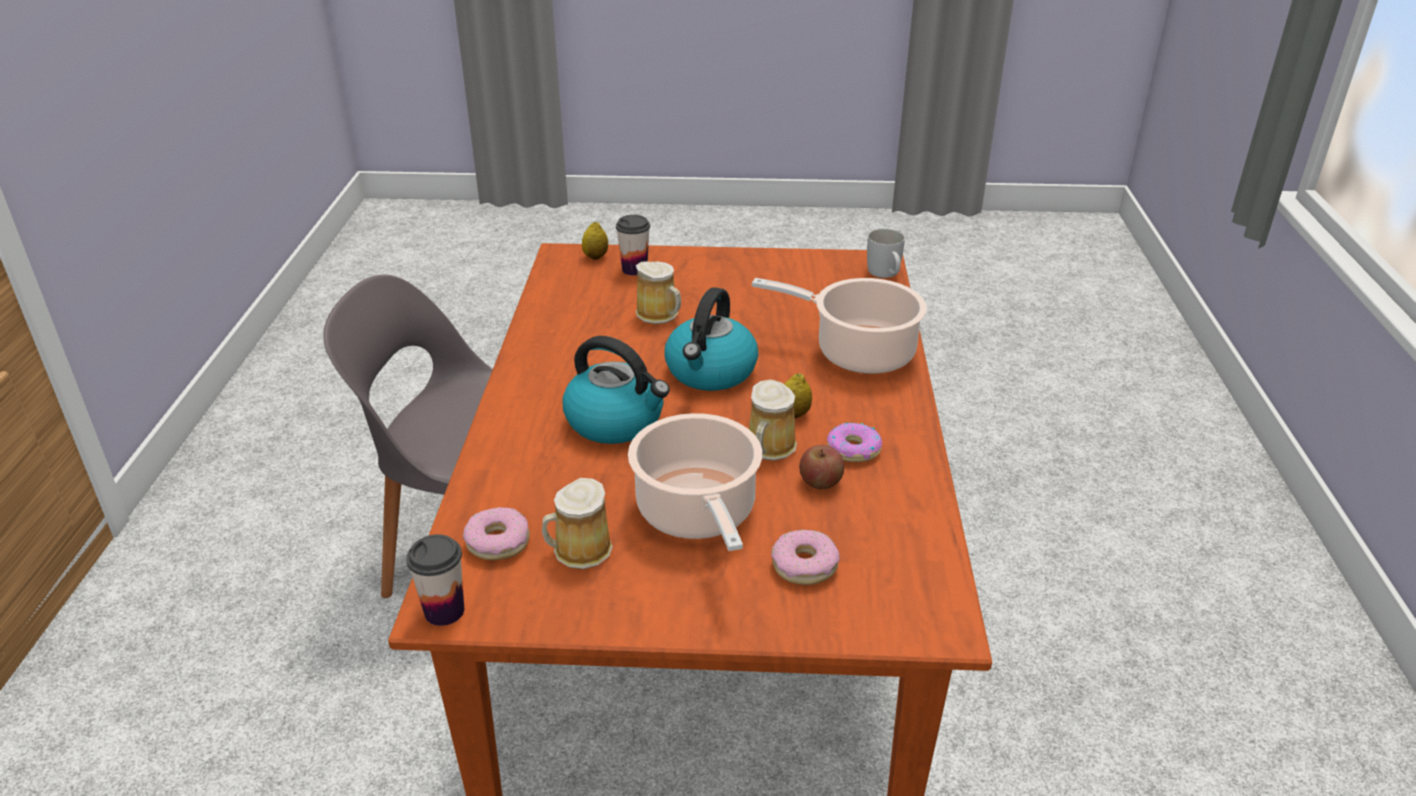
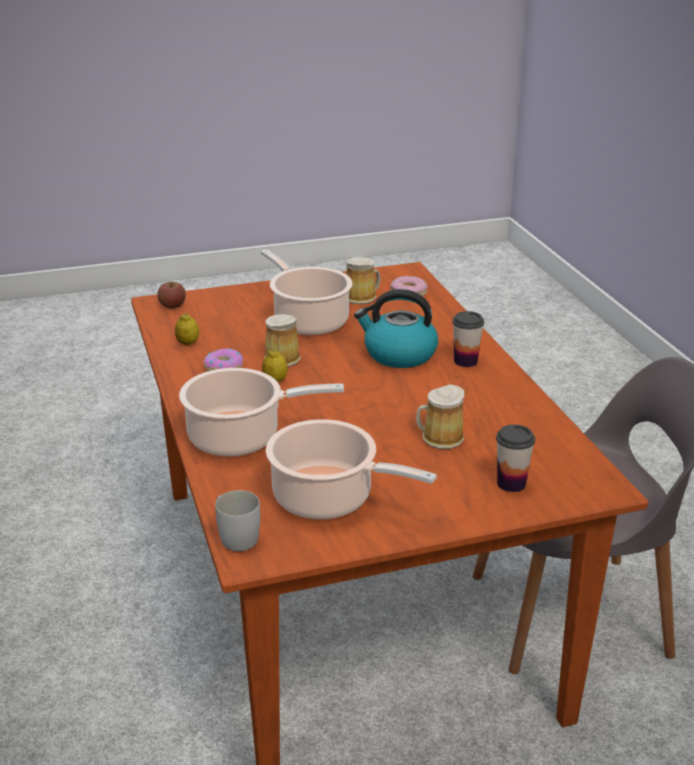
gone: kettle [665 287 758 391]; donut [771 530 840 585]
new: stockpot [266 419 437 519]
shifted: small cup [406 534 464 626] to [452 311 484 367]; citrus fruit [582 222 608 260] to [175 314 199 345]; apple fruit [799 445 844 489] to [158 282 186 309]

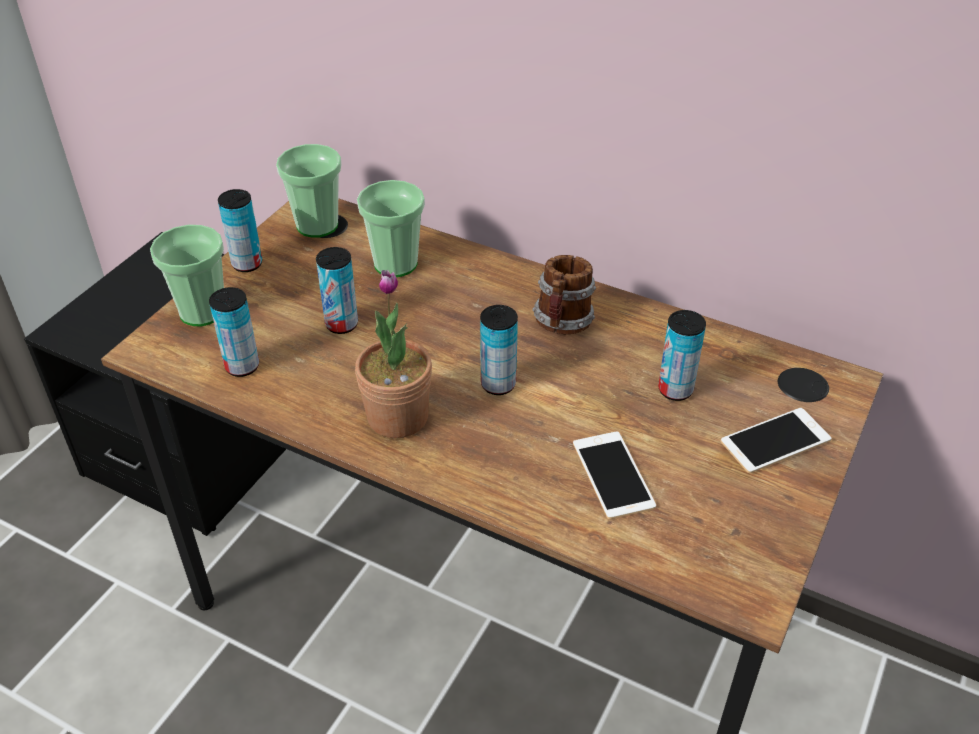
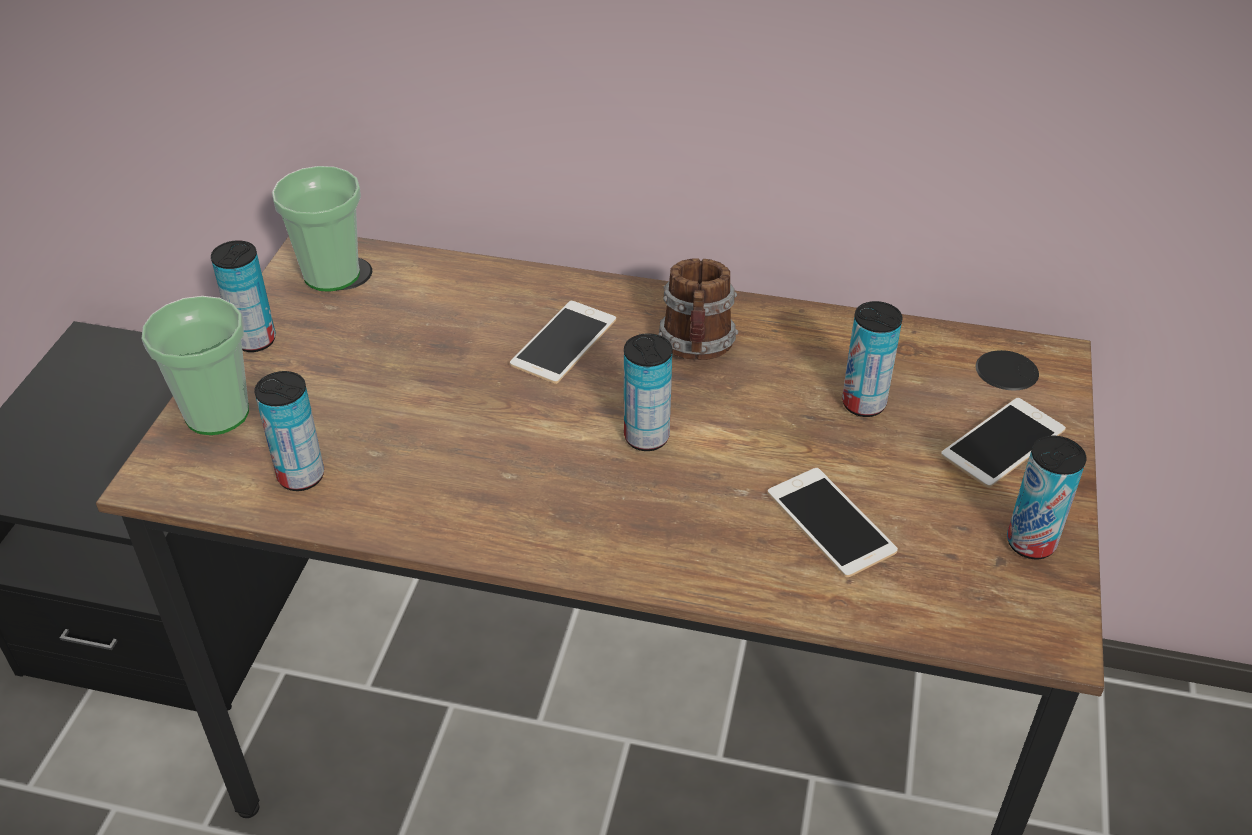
gone: houseplant [355 270 432 438]; small cup [357 180 425 277]
new: phone [510 301 616 384]
shifted: sealed can [316 247 358 334] to [1007 435 1087 559]

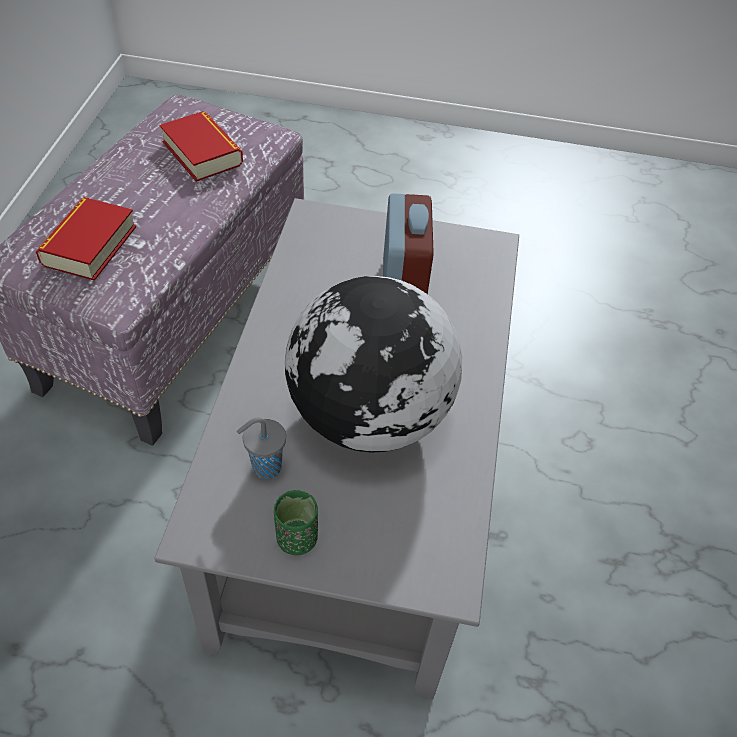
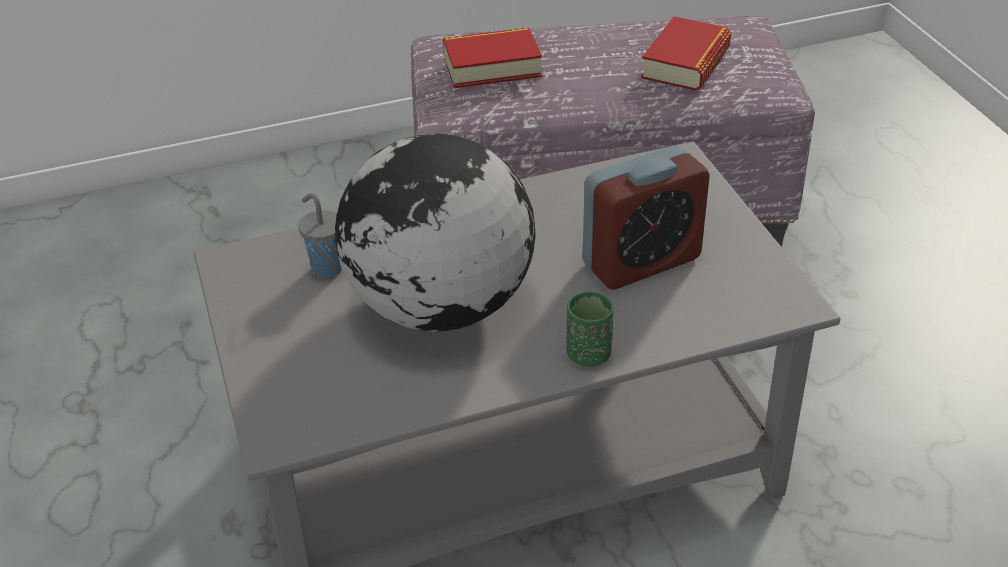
shifted: small cup in green [274 490 318 555] to [566 291 614 366]

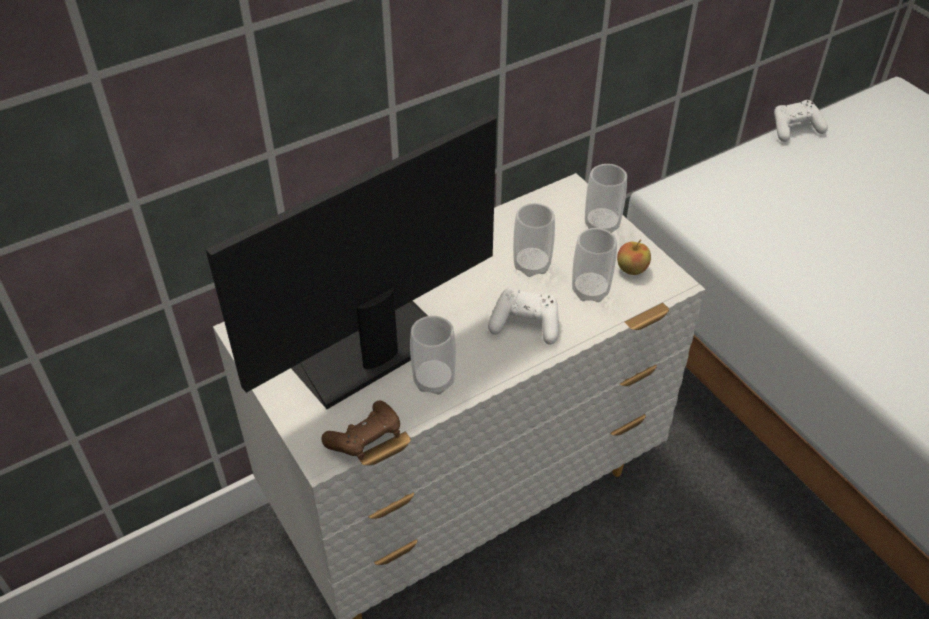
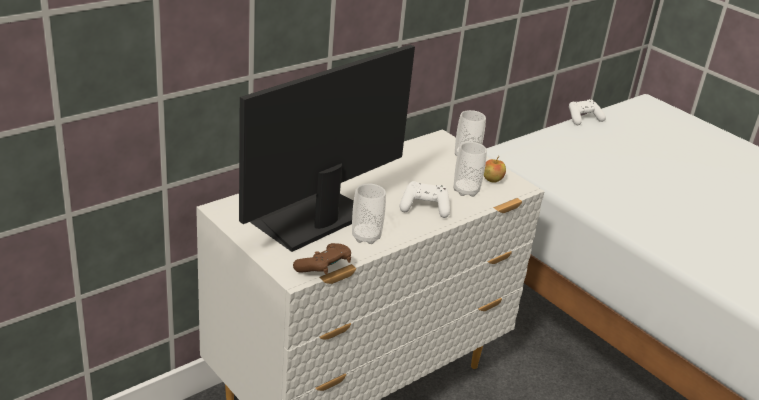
gone: small cup [513 203 555 277]

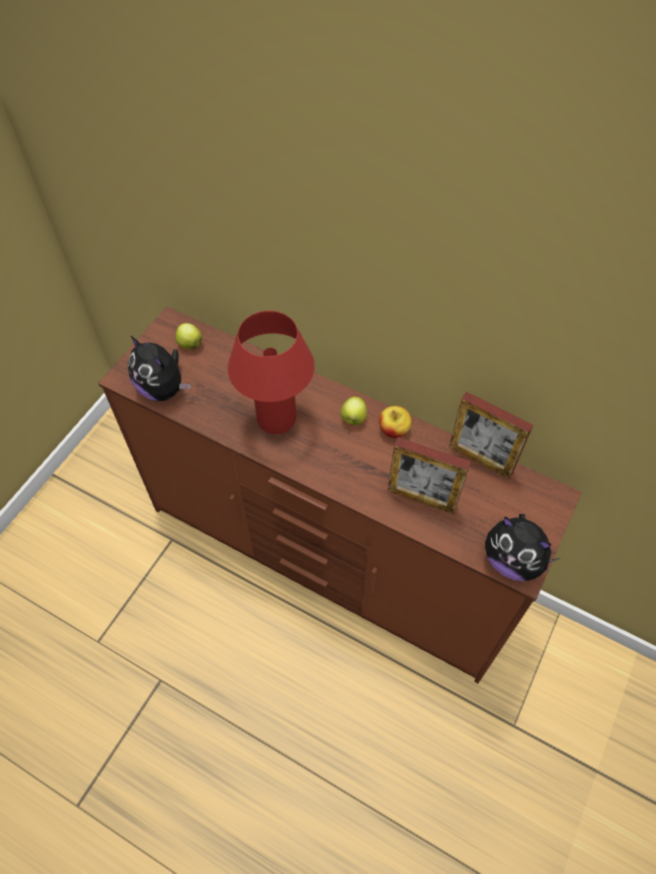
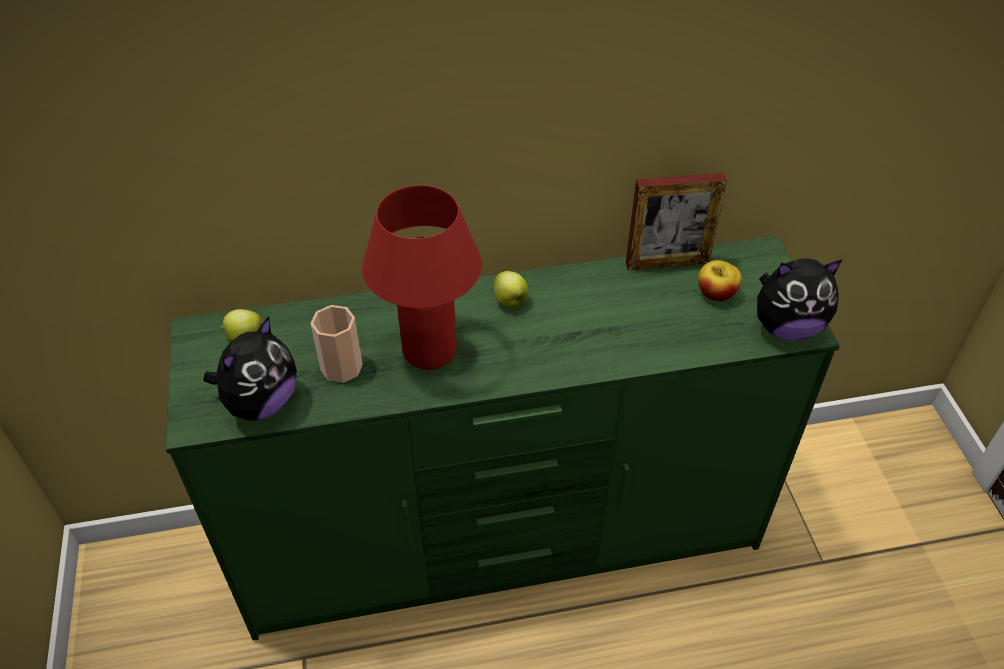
gone: picture frame [388 437 471 514]
new: small cup [310 305 363 383]
shifted: apple fruit [379 406 412 438] to [698 260 742 301]
repainted: chest of drawers in brown-coloured [98 306 582 684] to chest of drawers in green [165 236 840 640]
rotated: plush toy [128 336 191 401] = [204 316 297 421] 60 degrees counterclockwise

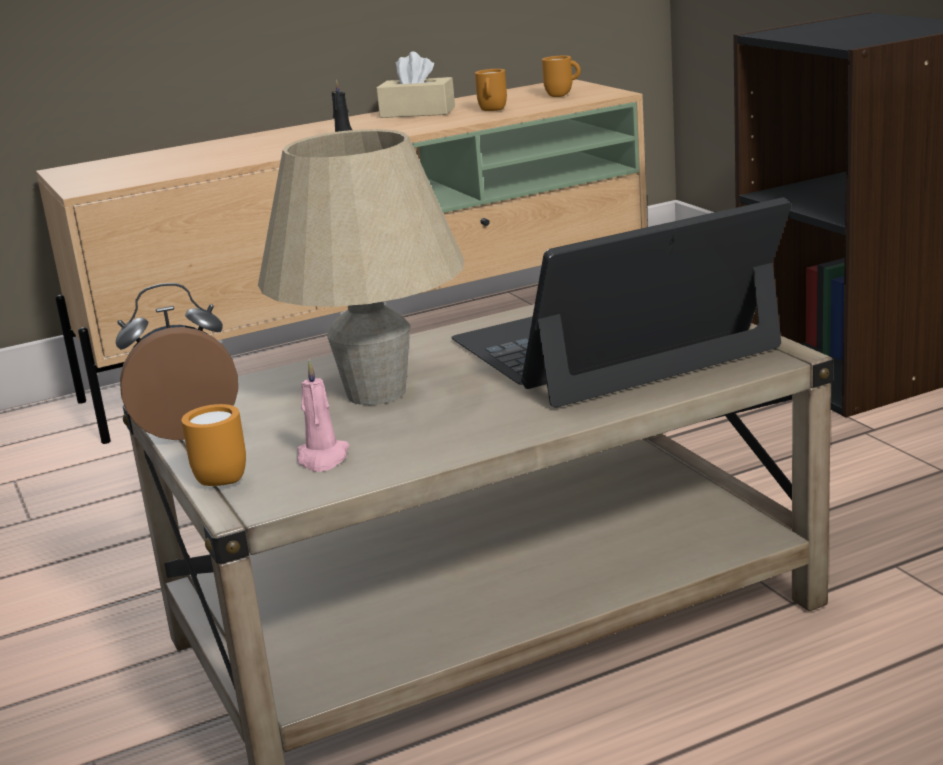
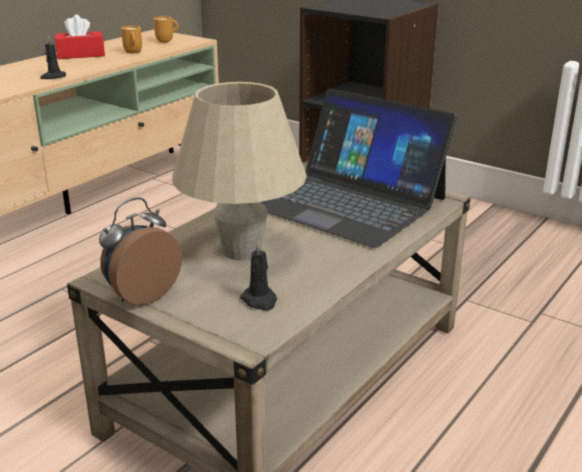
gone: coffee mug in orangey [181 404 246 486]
repainted: wax candle in pink-coloured [297 360 349 472] to wax candle in black-coloured [240 240 277 311]; tissue box in beige-coloured [376 52 455 118] to tissue box in reddish [55 15 105 59]
rotated: portable computer [452 197 791 408] = [261 88 457 248] 90 degrees counterclockwise

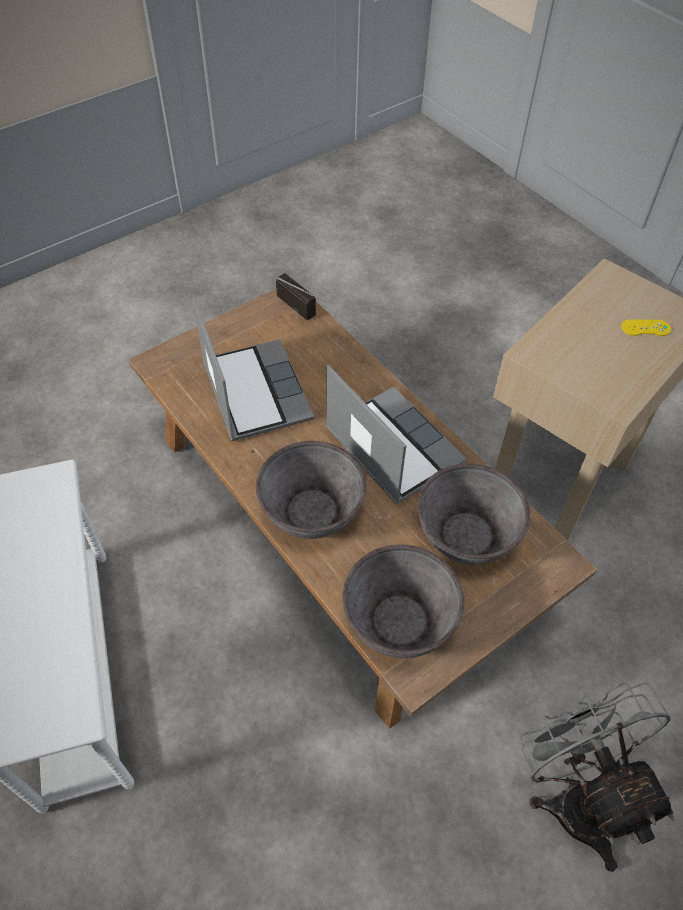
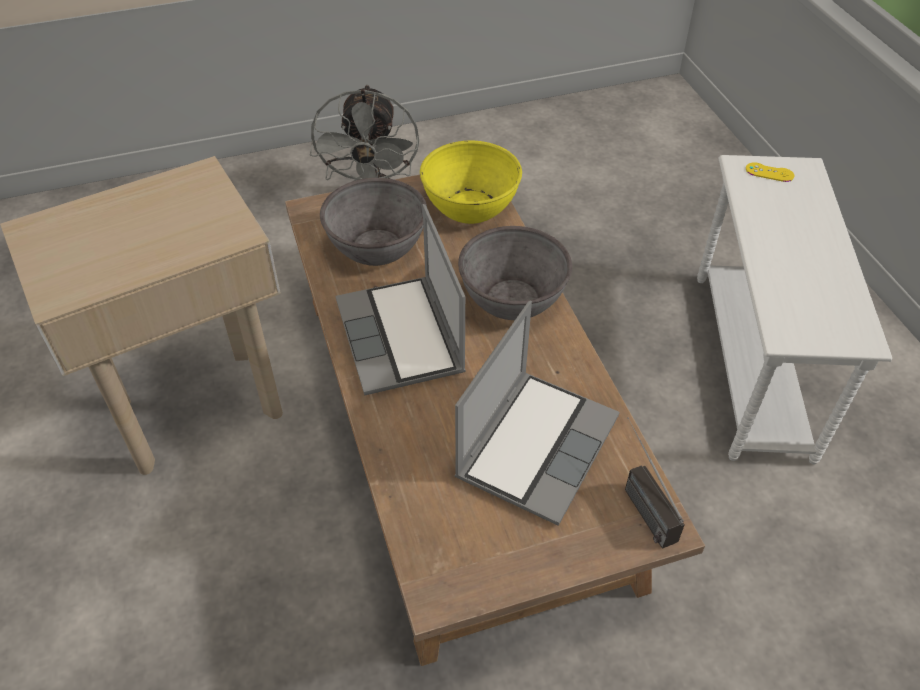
shifted: radio set [276 273 325 320] to [625 417 685 549]; joypad in yellow [621 319 671 336] to [746 162 794 182]
repainted: deep dish in gray [343 544 464 658] to deep dish in yellow [420 140 522 224]
rotated: portable computer [193 298 314 441] = [455 301 620 526] 150 degrees counterclockwise

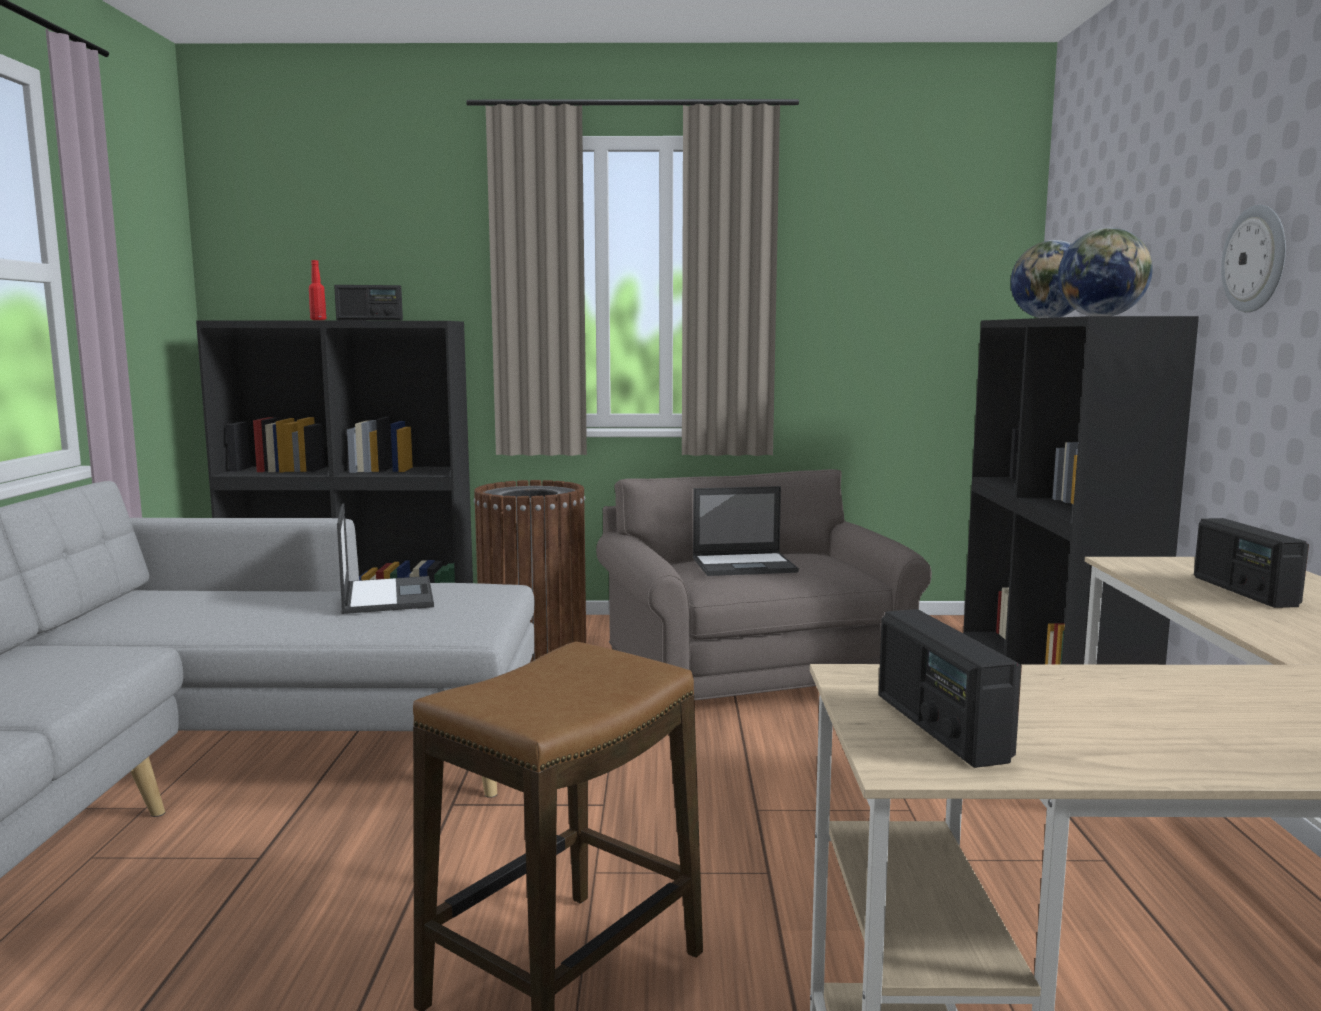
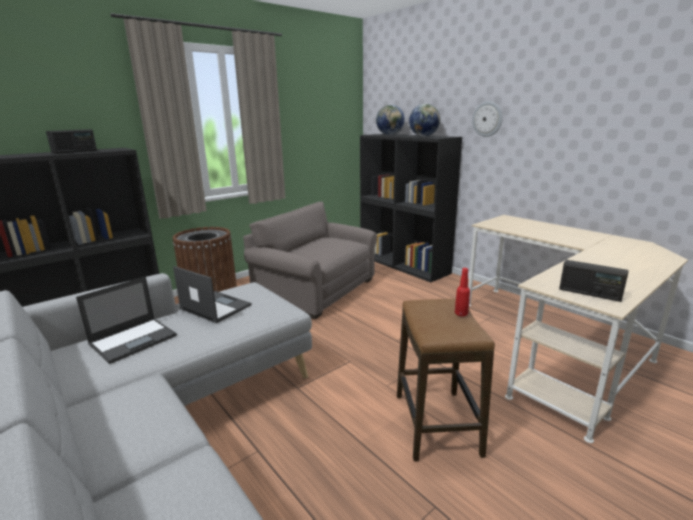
gone: radio set [1194 518 1309 608]
shifted: bottle in reddish [309 260 326 320] to [455 268 470 316]; portable computer [693 486 799 576] to [76 276 177 364]

